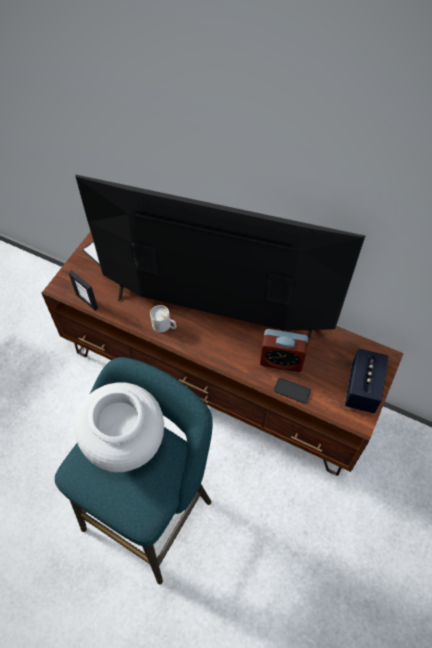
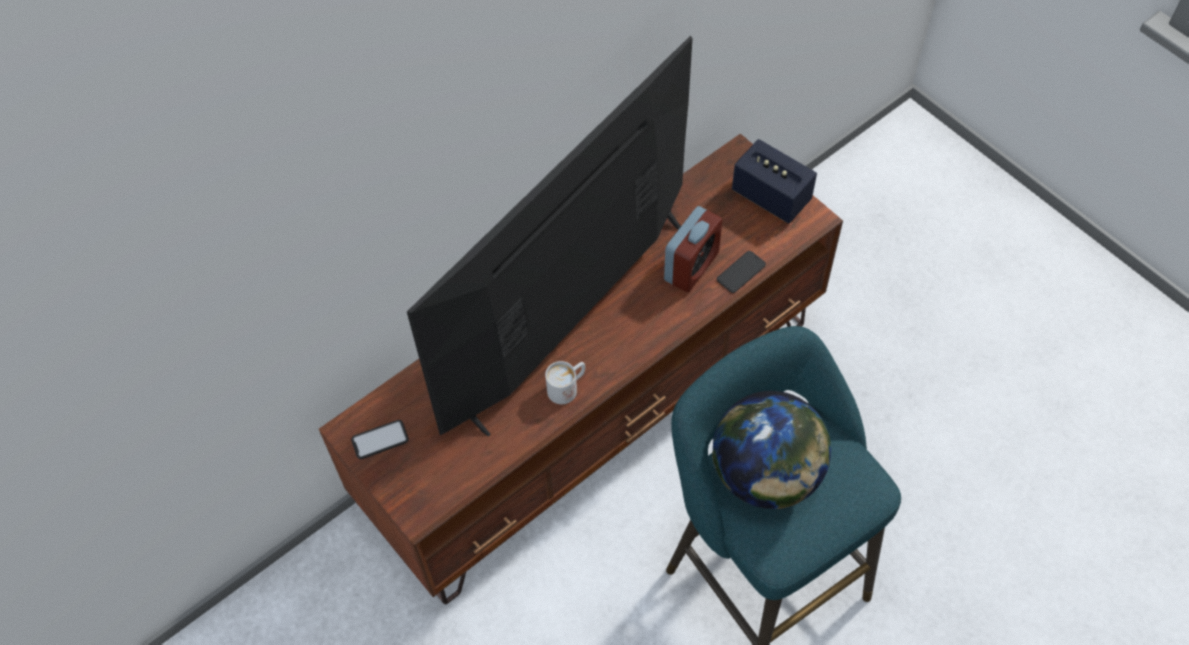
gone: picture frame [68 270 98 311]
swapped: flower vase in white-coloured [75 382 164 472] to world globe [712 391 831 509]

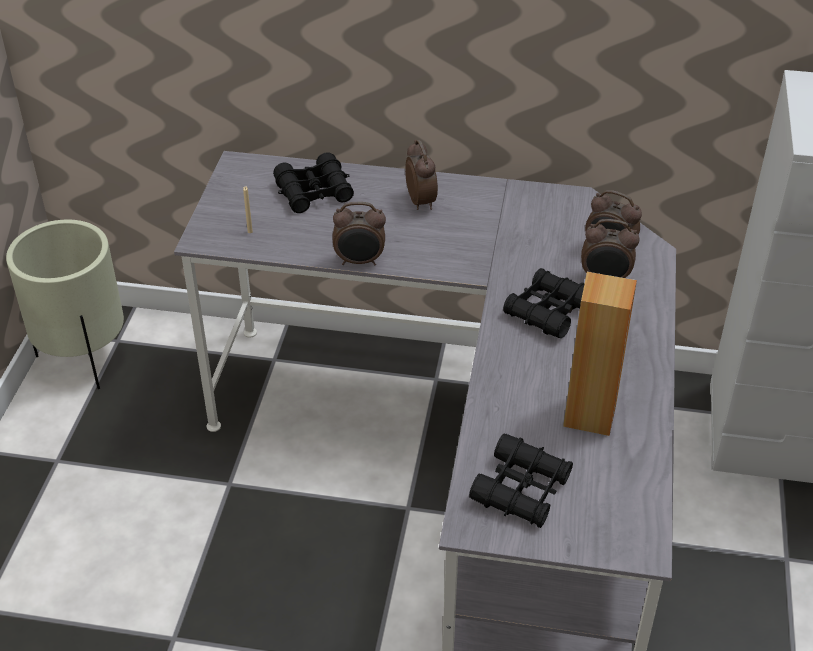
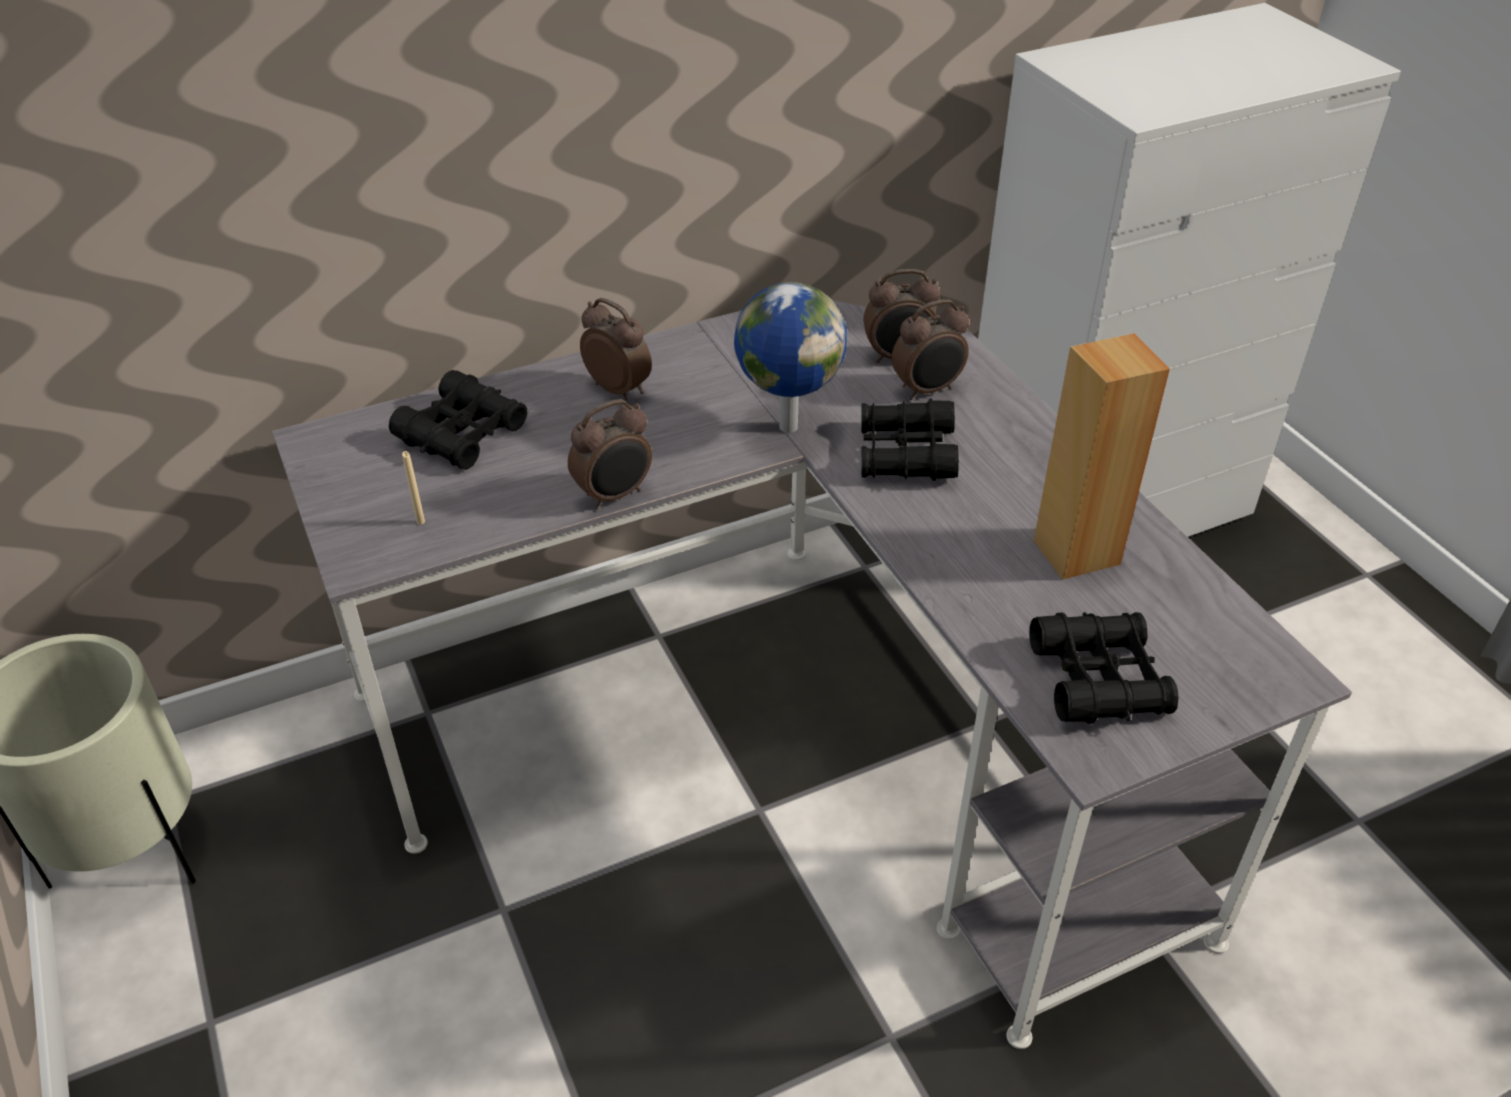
new: world globe [734 282 847 433]

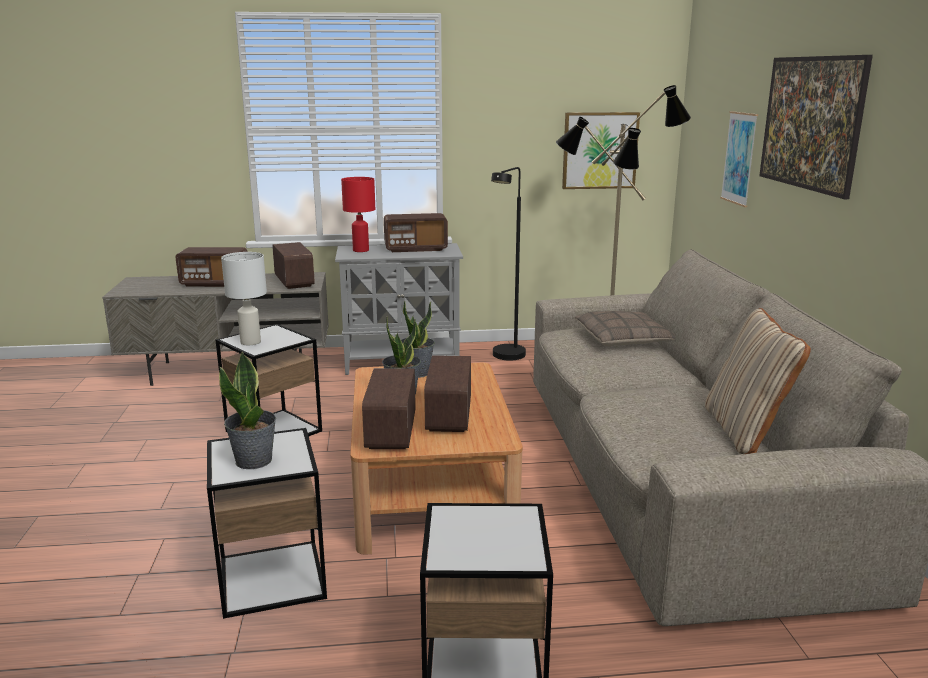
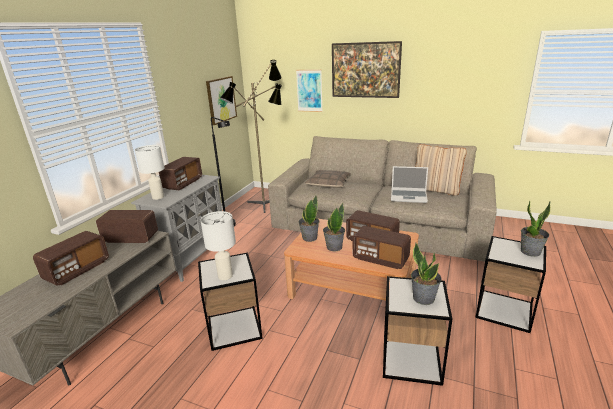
new: portable computer [391 166 428 203]; houseplant [521 201 551 257]
repainted: table lamp in reddish [341 177 375 252] to table lamp in white-coloured [135 145 165 200]

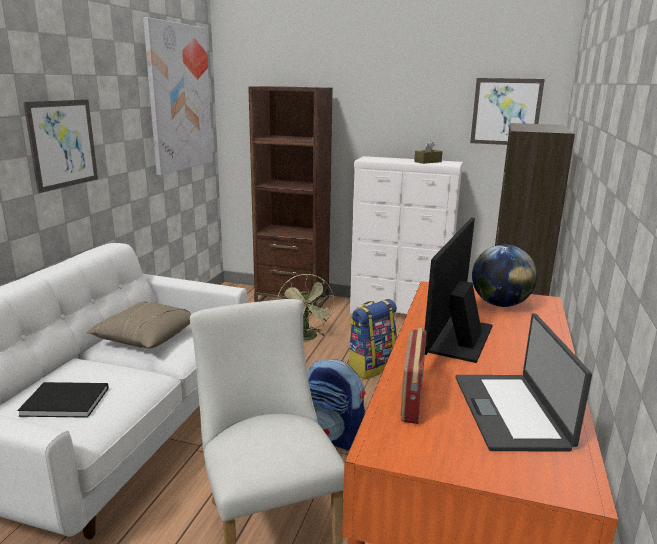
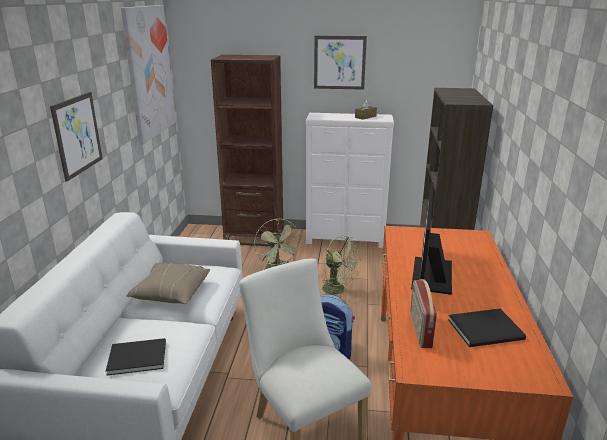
gone: world globe [472 245 537 307]
shifted: picture [470 78 545 145] to [314 36 367 90]
swapped: knapsack [347 299 397 379] to electric fan in green [322 235 362 295]; portable computer [456 313 592 451] to bound book in black-coloured [448 309 526 347]

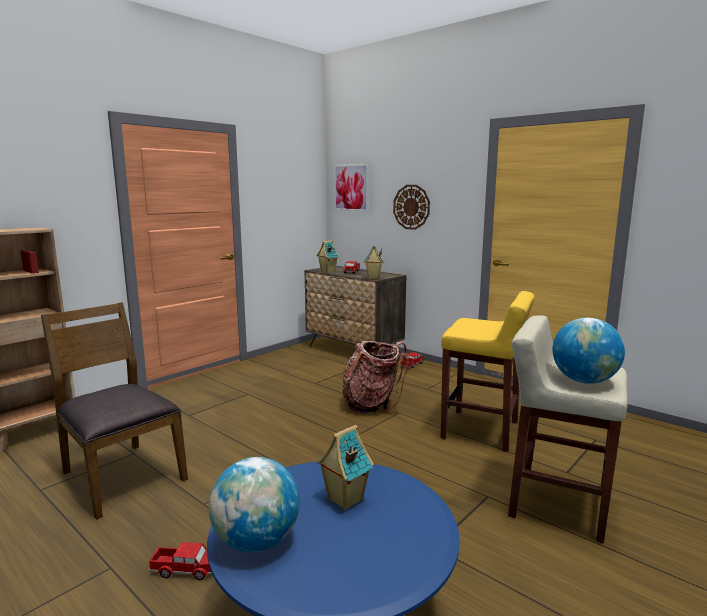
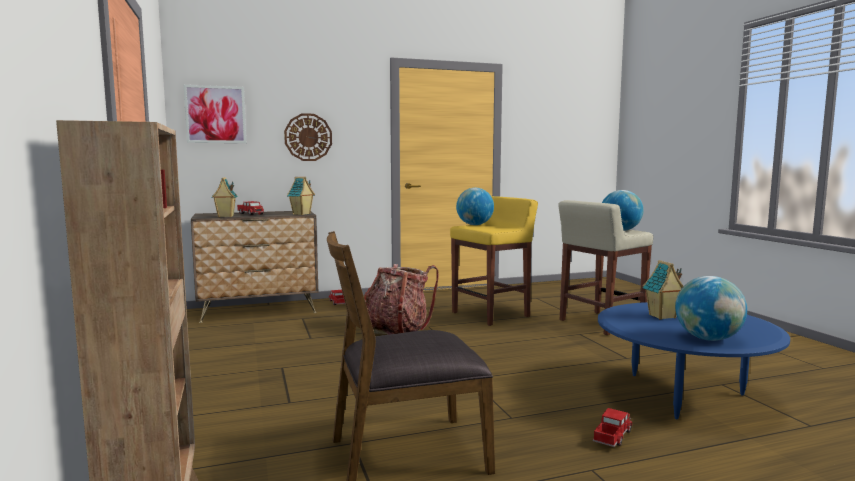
new: world globe [456 188 494 225]

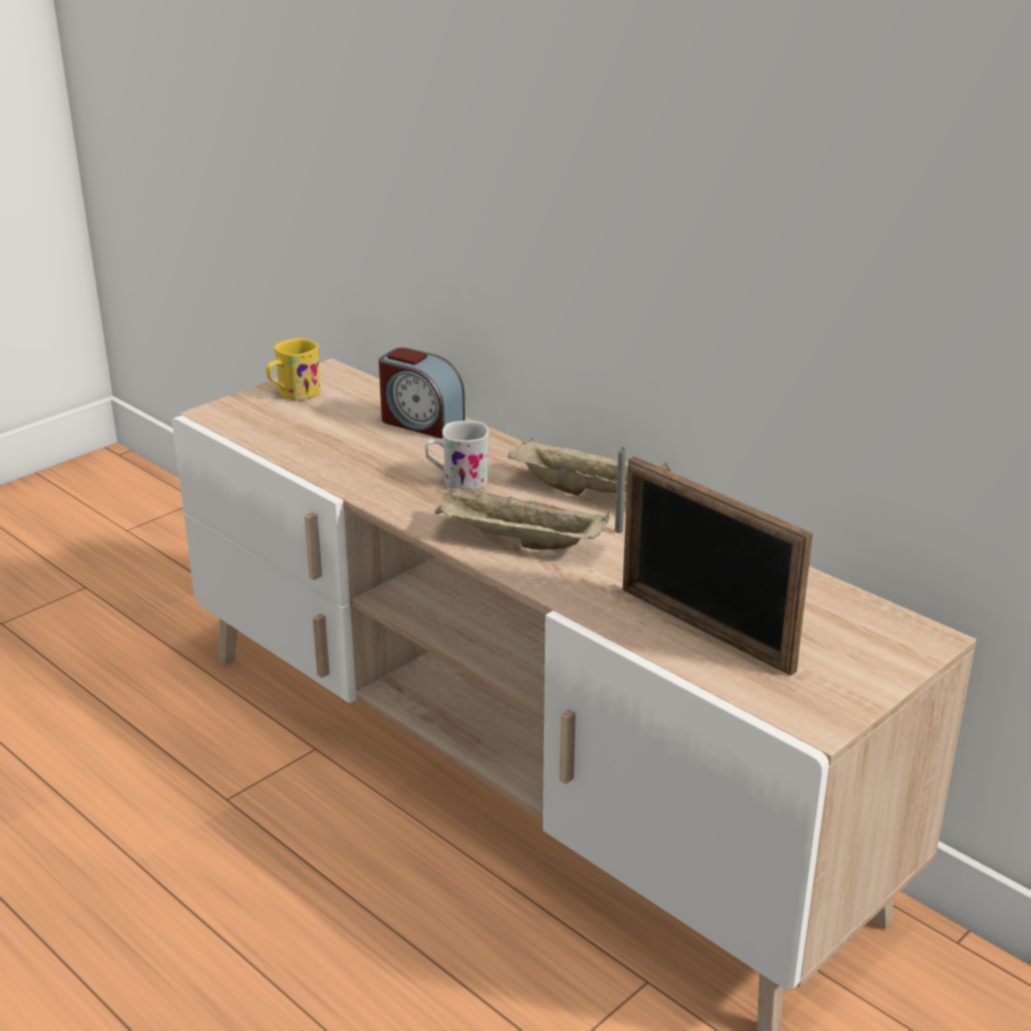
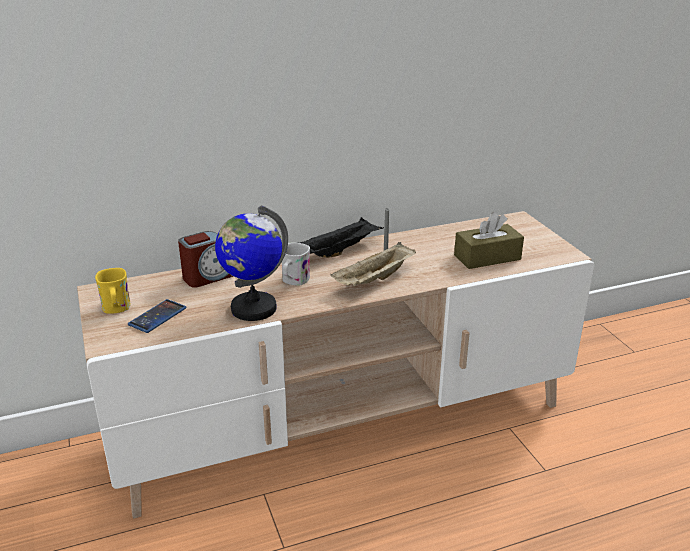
new: phone [128 299 186 333]; world globe [215 205 288 321]
swapped: picture frame [623 456 813 676] to tissue box in brown-coloured [454 212 524 269]
repainted: carrying tray in beige-coloured [508 438 671 496] to carrying tray in black-coloured [300 217 384 258]

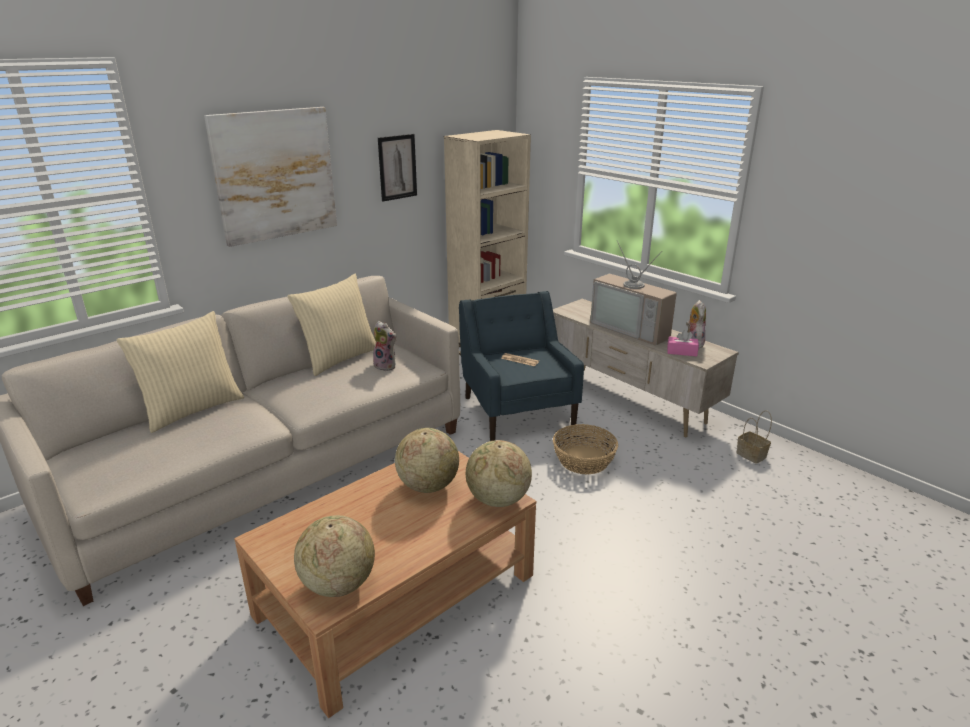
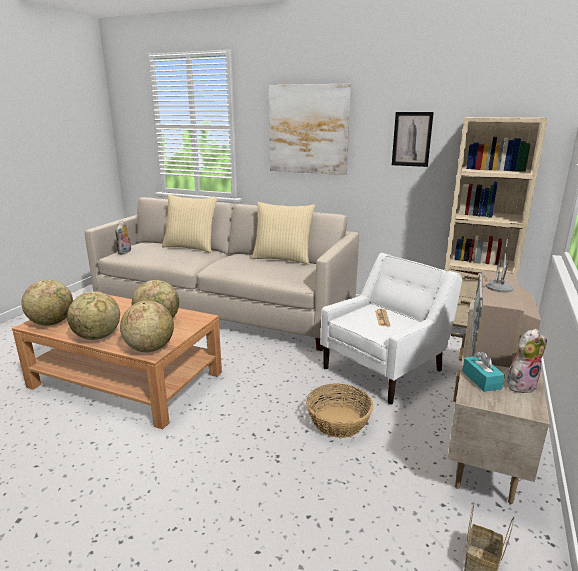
new: world globe [67 291 120 340]
shifted: plush toy [373 321 396 371] to [115 221 131 254]
repainted: easy chair in blue-coloured [459 291 584 441] to easy chair in white-coloured [320 253 462 405]; tissue box in pink-coloured [667 330 699 356] to tissue box in turquoise [462 351 505 392]

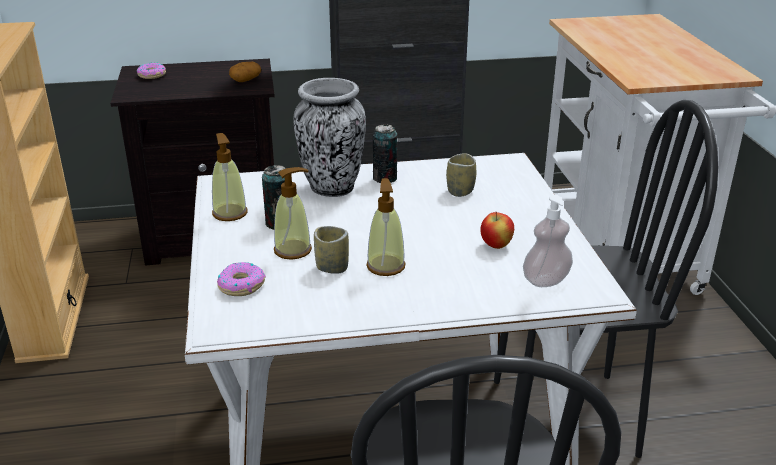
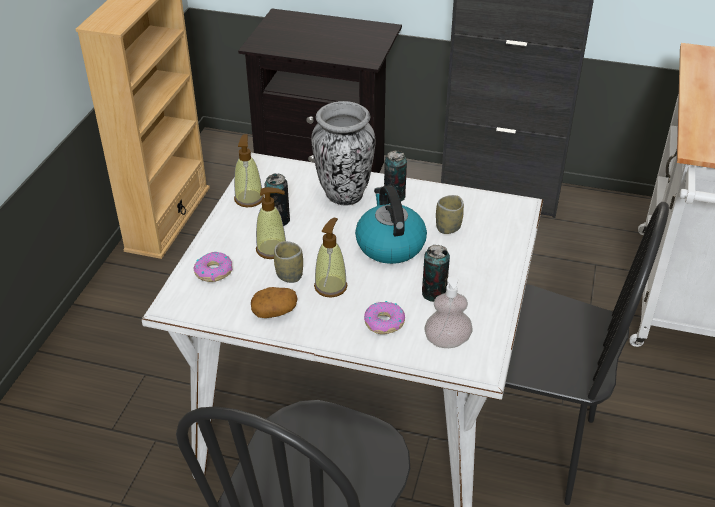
new: kettle [355 185 427 264]
shifted: donut [137 62 166 79] to [364 301 405 334]; spud [229 62 261 82] to [251 287 297 318]
swapped: apple fruit [480 212 514 249] to sealed can [422 245 450 302]

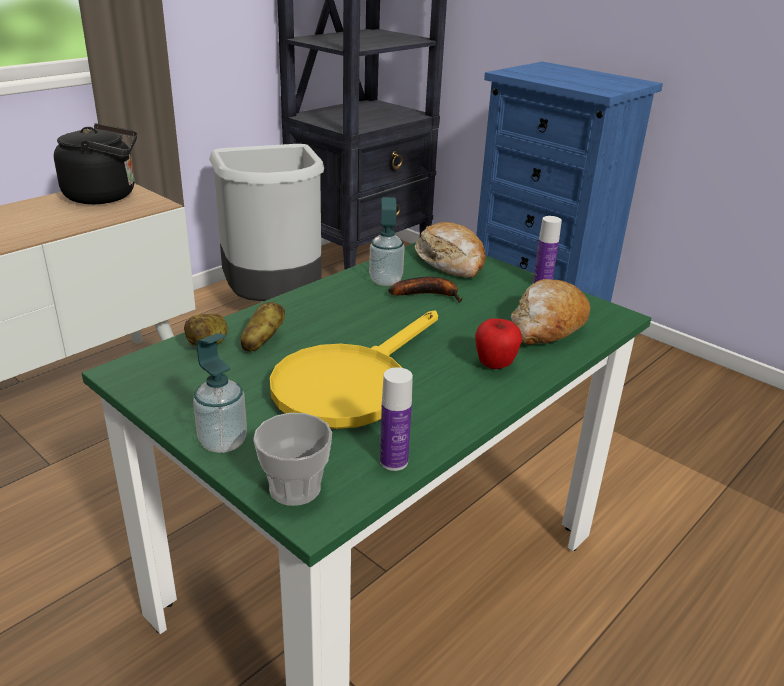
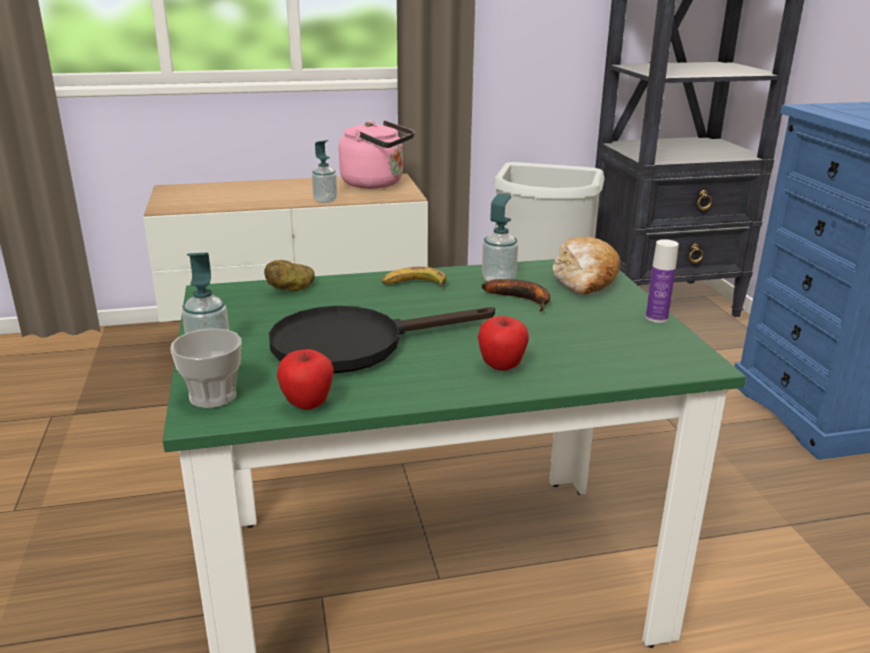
gone: spud [240 302 285 352]; bakery bread [511 279 590 345]
new: liquid soap bottle [312 140 337 203]; banana fruit [382 267 447 287]
swapped: bottle [380 367 413 471] to apple fruit [277 349 334 410]
repainted: kettle in black-coloured [54 123 137 204] to kettle in pink-coloured [339 120 415 189]; frying pan in yellow [270 310 438 429] to frying pan in black-coloured [269 306 495 373]

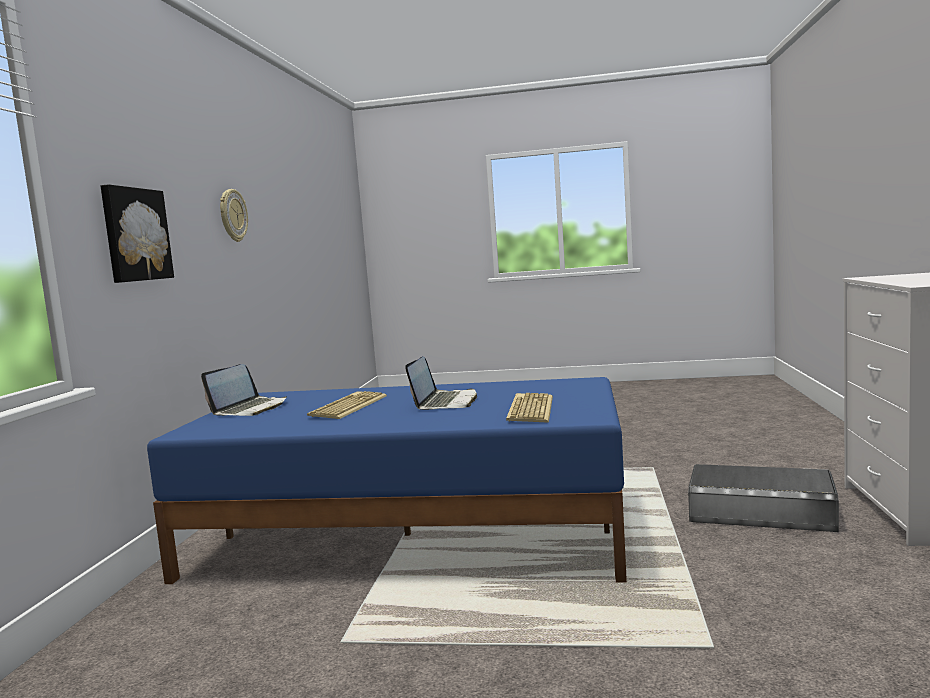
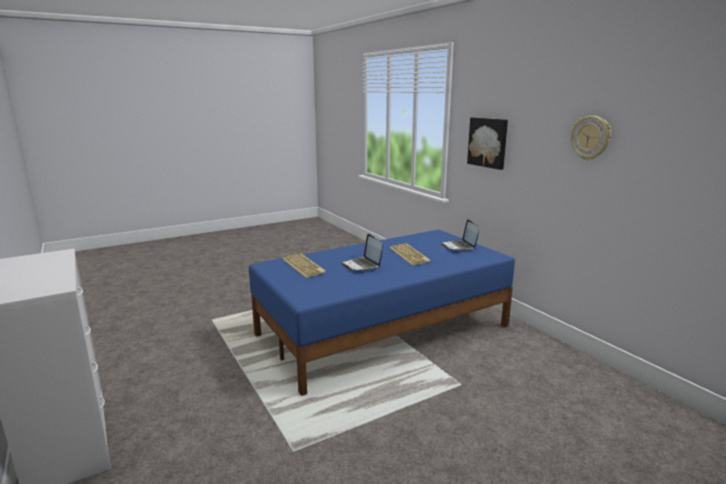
gone: storage box in gray [688 464 839 532]

